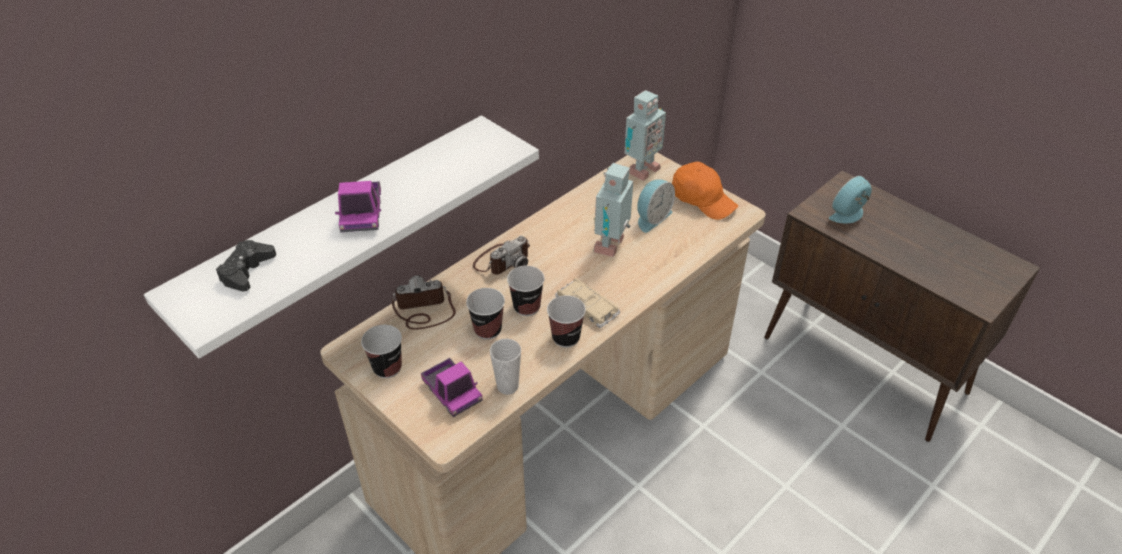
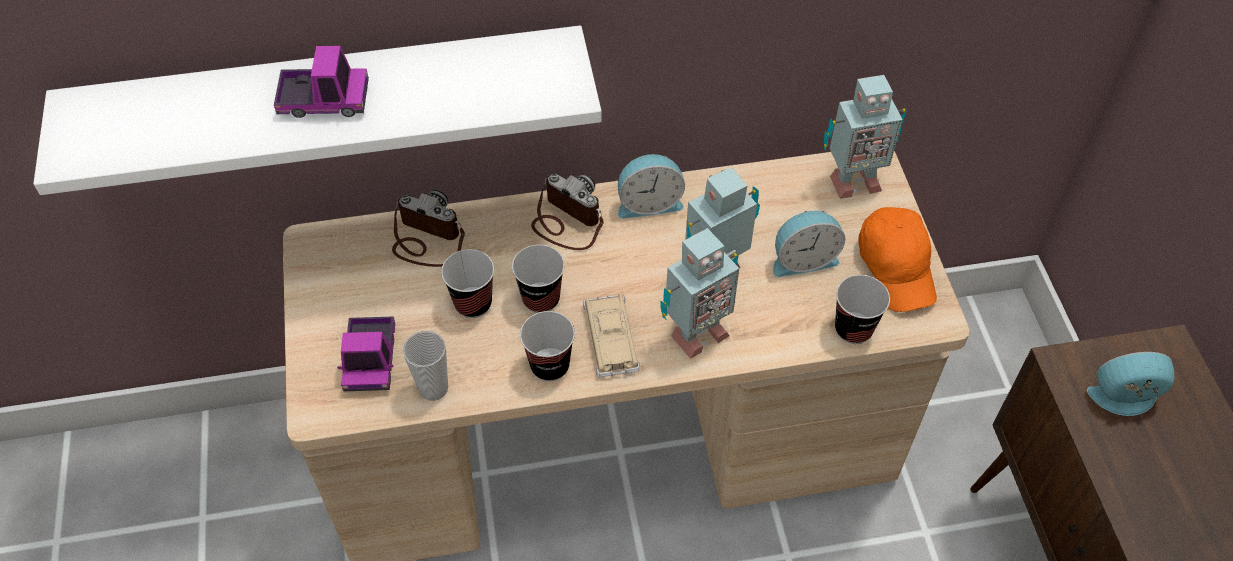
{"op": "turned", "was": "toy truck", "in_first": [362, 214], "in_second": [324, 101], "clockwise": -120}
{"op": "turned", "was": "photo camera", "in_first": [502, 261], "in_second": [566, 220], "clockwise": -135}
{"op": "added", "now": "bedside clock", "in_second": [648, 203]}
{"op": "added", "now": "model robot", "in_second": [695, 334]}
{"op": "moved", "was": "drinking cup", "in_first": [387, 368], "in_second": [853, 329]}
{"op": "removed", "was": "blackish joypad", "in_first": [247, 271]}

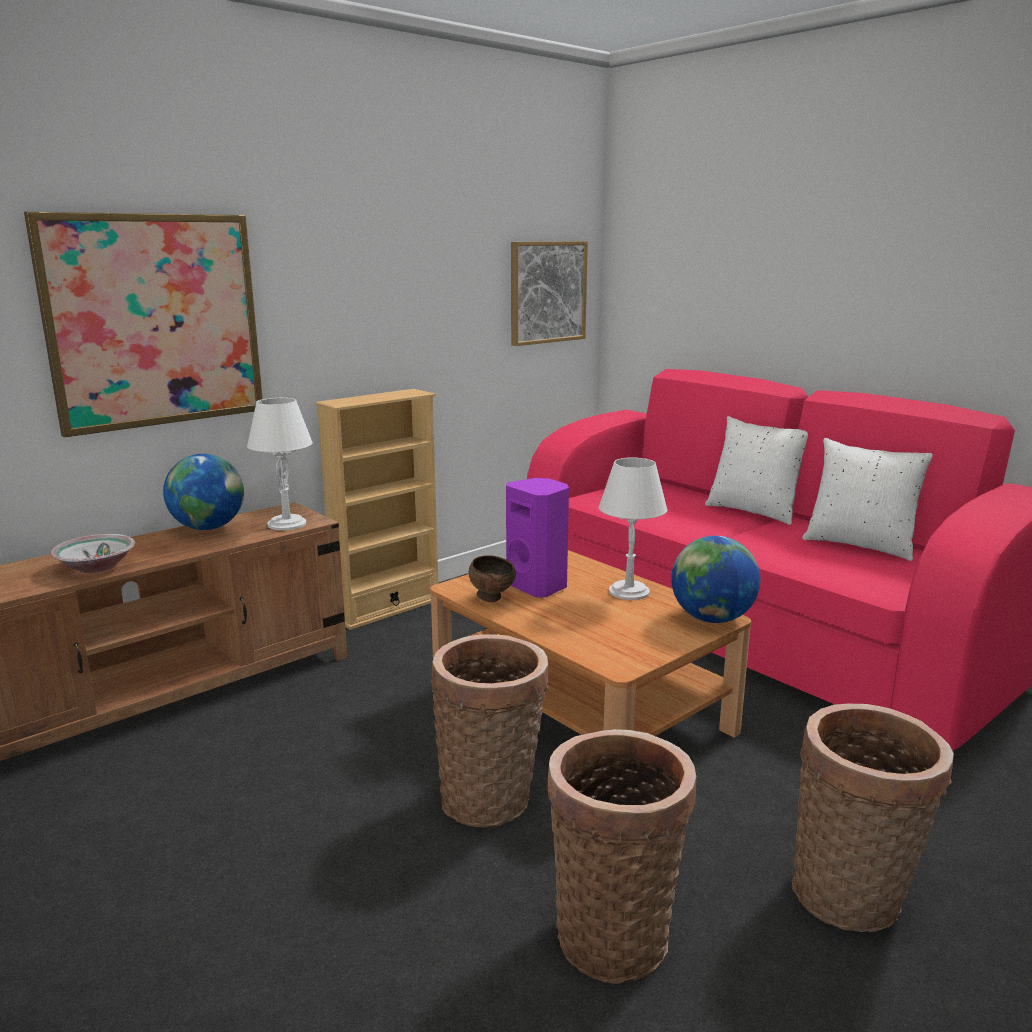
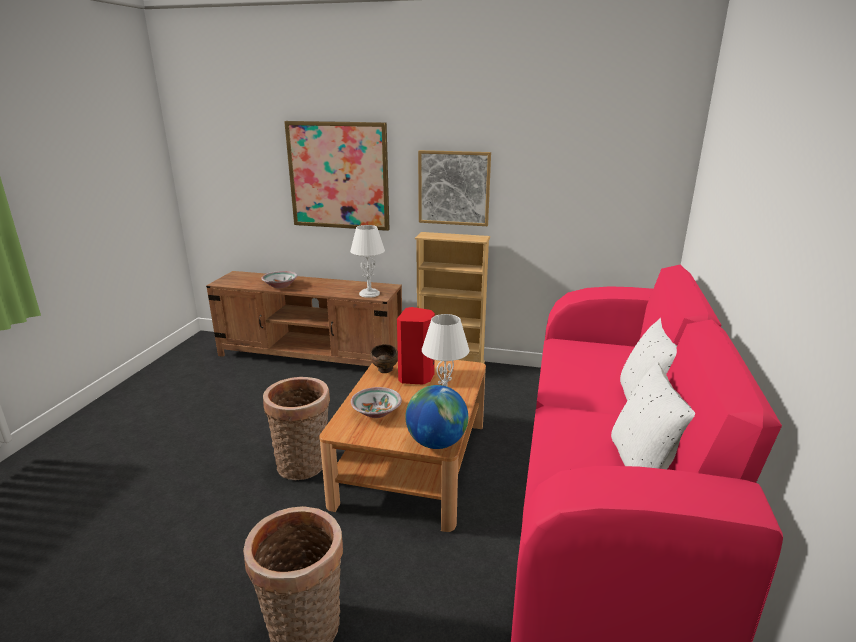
{"op": "added", "now": "deep dish", "in_second": [376, 412]}
{"op": "recoloured", "was": "purplish audio speaker", "now": "red-coloured audio speaker", "in_first": [538, 586], "in_second": [417, 377]}
{"op": "moved", "was": "wall art", "in_first": [547, 292], "in_second": [454, 188]}
{"op": "removed", "was": "globe", "in_first": [208, 528]}
{"op": "removed", "was": "household basket", "in_first": [614, 932]}

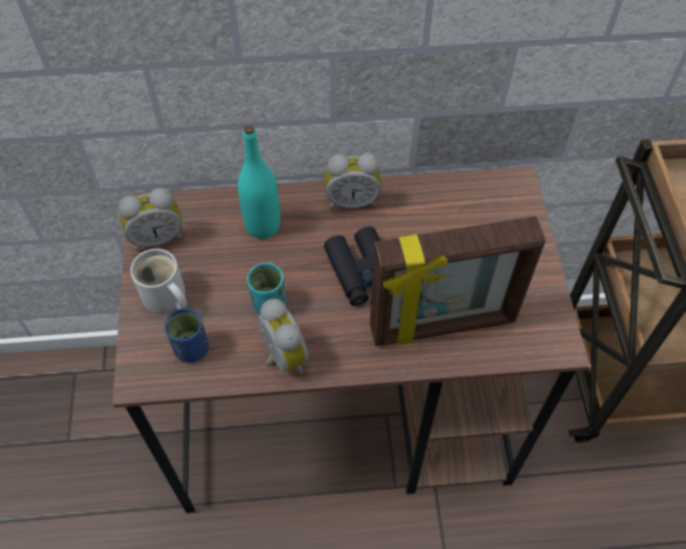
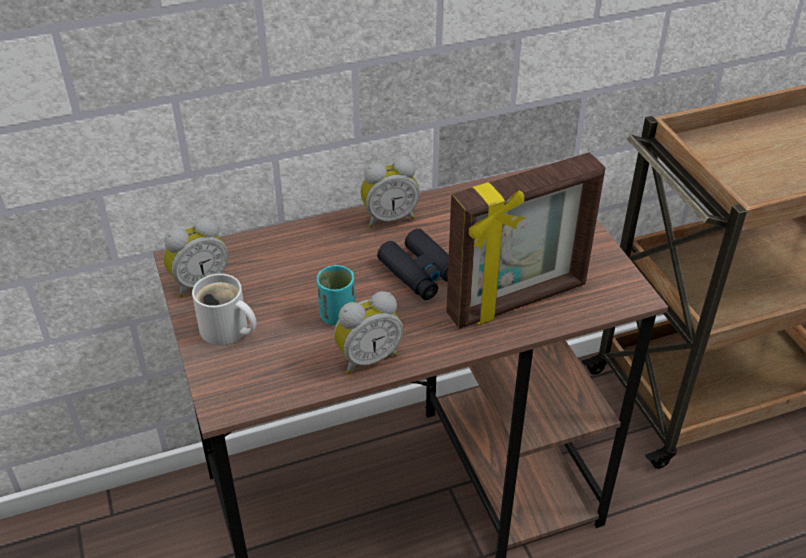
{"op": "turned", "was": "bedside clock", "in_first": [281, 358], "in_second": [367, 357], "clockwise": 105}
{"op": "removed", "was": "bluish drinking cup", "in_first": [191, 348]}
{"op": "removed", "was": "blue-green beverage bottle", "in_first": [262, 226]}

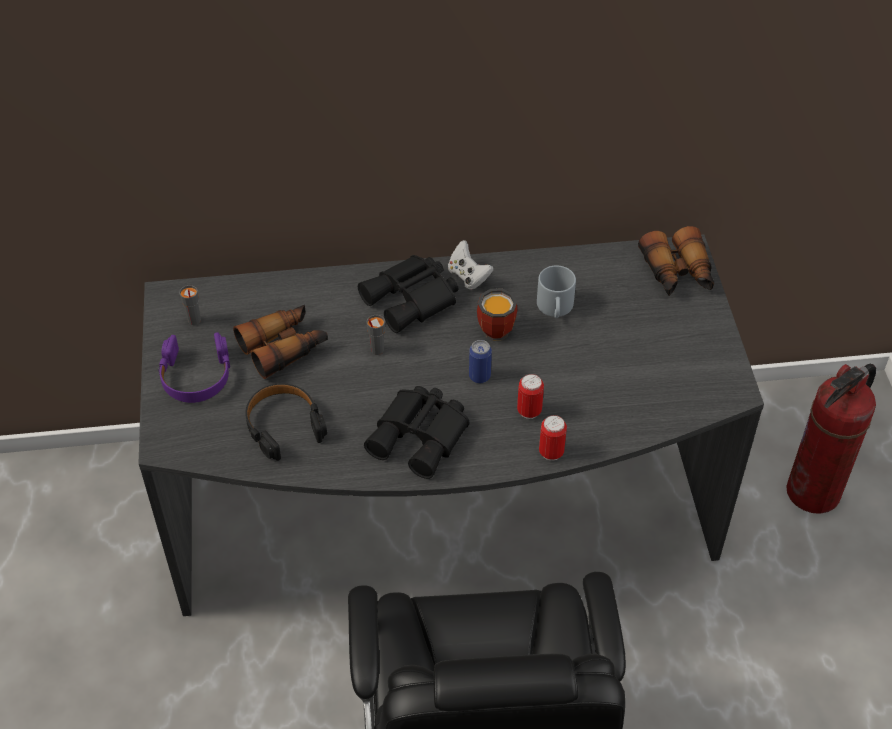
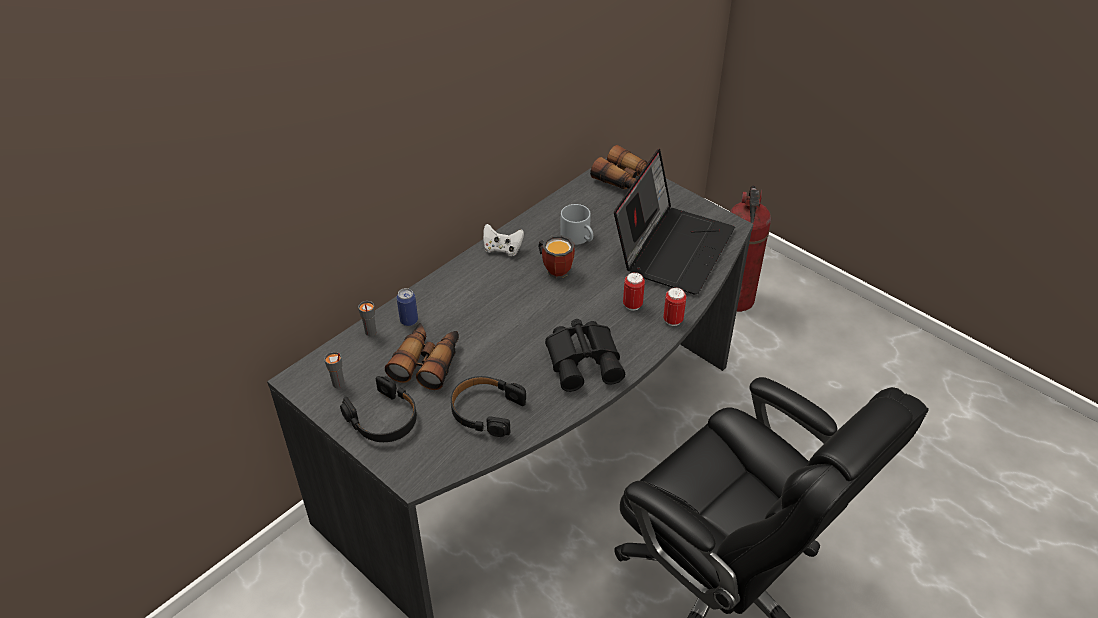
{"op": "recoloured", "was": "purplish headphones", "now": "blackish headphones", "in_first": [196, 376], "in_second": [383, 419]}
{"op": "moved", "was": "gray drinking cup", "in_first": [376, 350], "in_second": [370, 332]}
{"op": "moved", "was": "metal can", "in_first": [479, 376], "in_second": [409, 320]}
{"op": "added", "now": "laptop", "in_second": [673, 247]}
{"op": "removed", "was": "blackish binoculars", "in_first": [413, 299]}

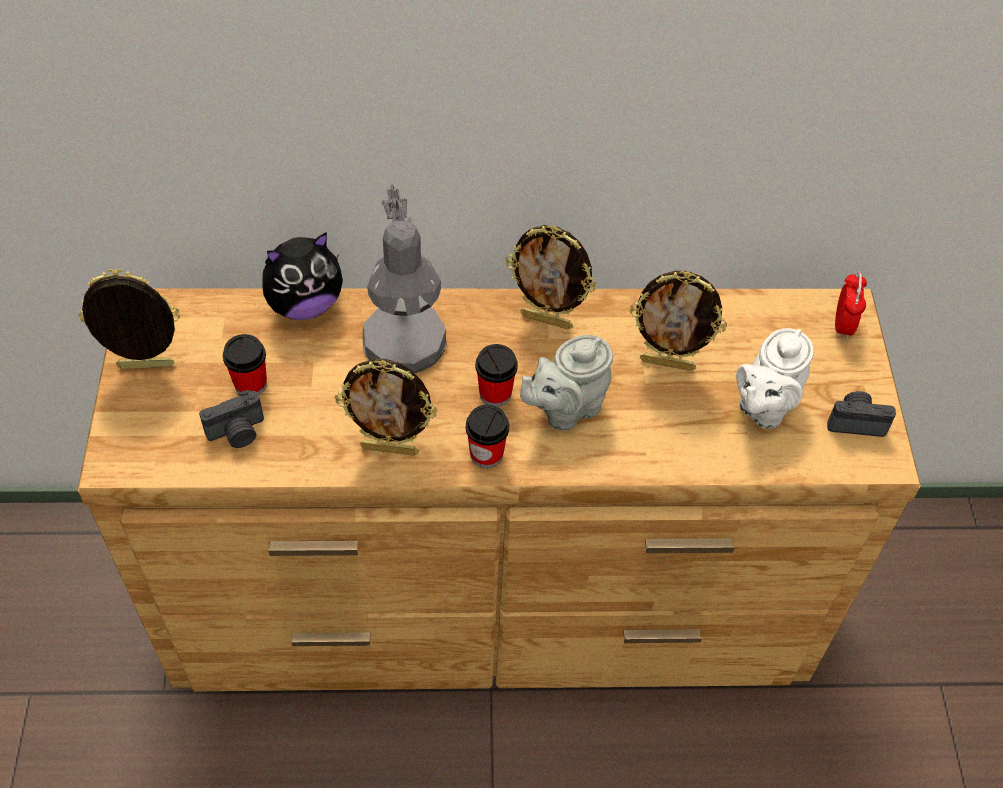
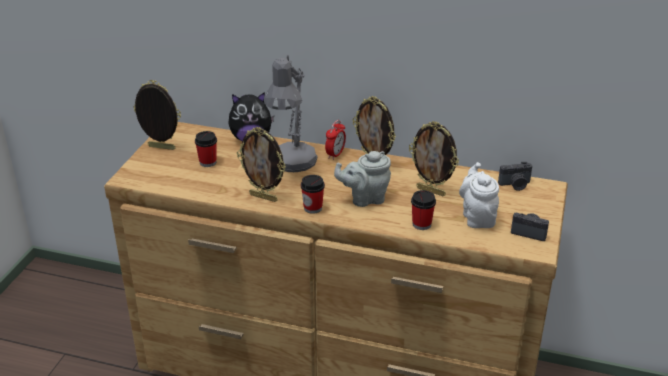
{"op": "moved", "was": "bedside clock", "in_first": [842, 325], "in_second": [335, 154]}
{"op": "moved", "was": "drinking cup", "in_first": [495, 394], "in_second": [421, 224]}
{"op": "turned", "was": "white tea pot", "in_first": [764, 407], "in_second": [477, 217], "clockwise": 120}
{"op": "moved", "was": "photo camera", "in_first": [237, 433], "in_second": [515, 185]}

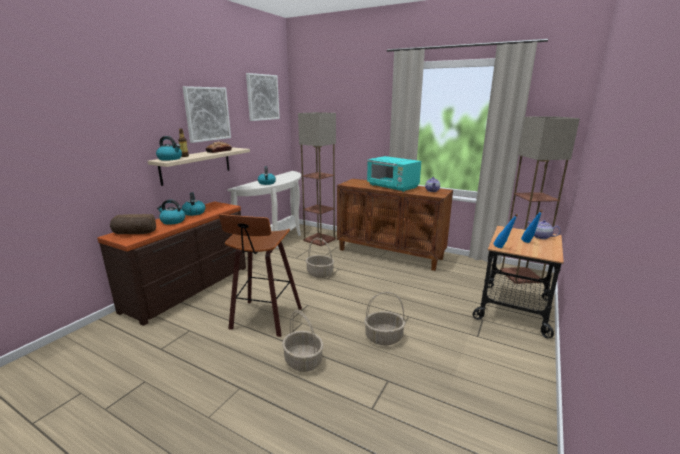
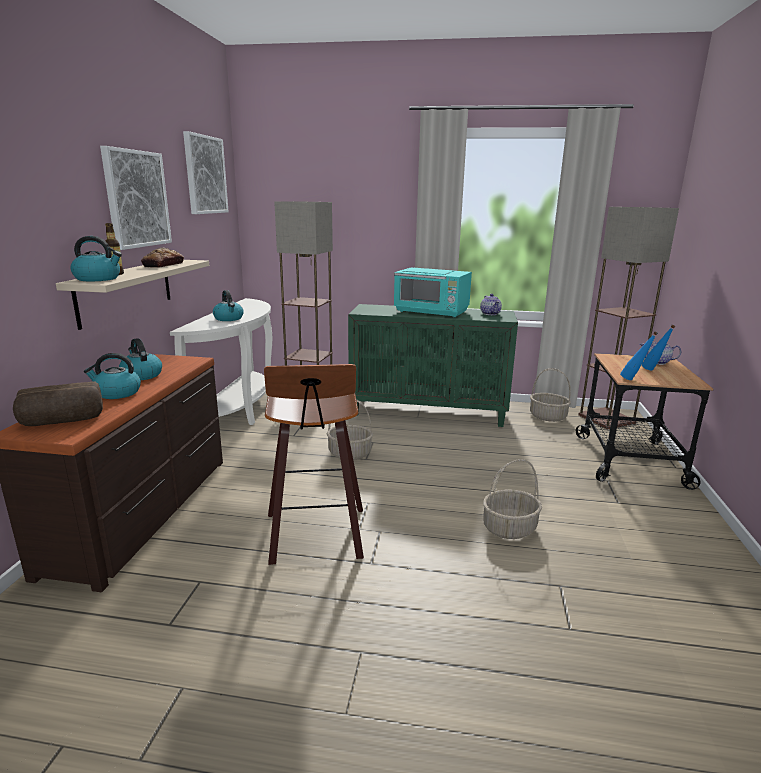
{"op": "recoloured", "was": "brown storage cabinet", "now": "green storage cabinet", "in_first": [390, 254], "in_second": [429, 412]}
{"op": "moved", "was": "household basket", "in_first": [304, 361], "in_second": [548, 416]}

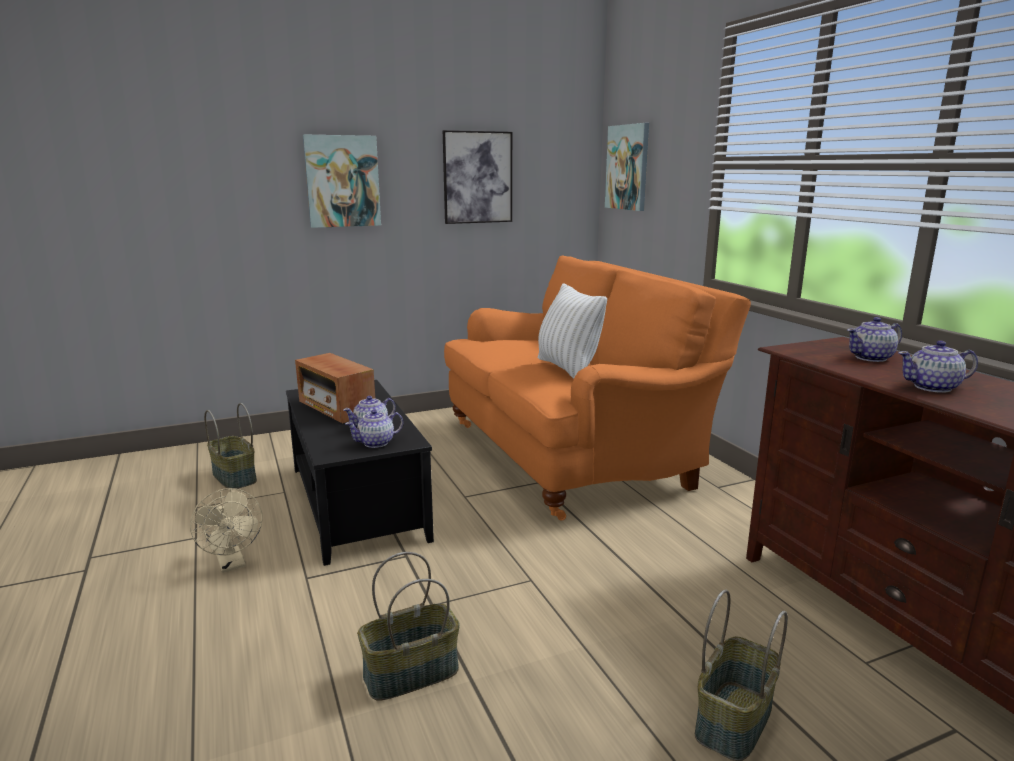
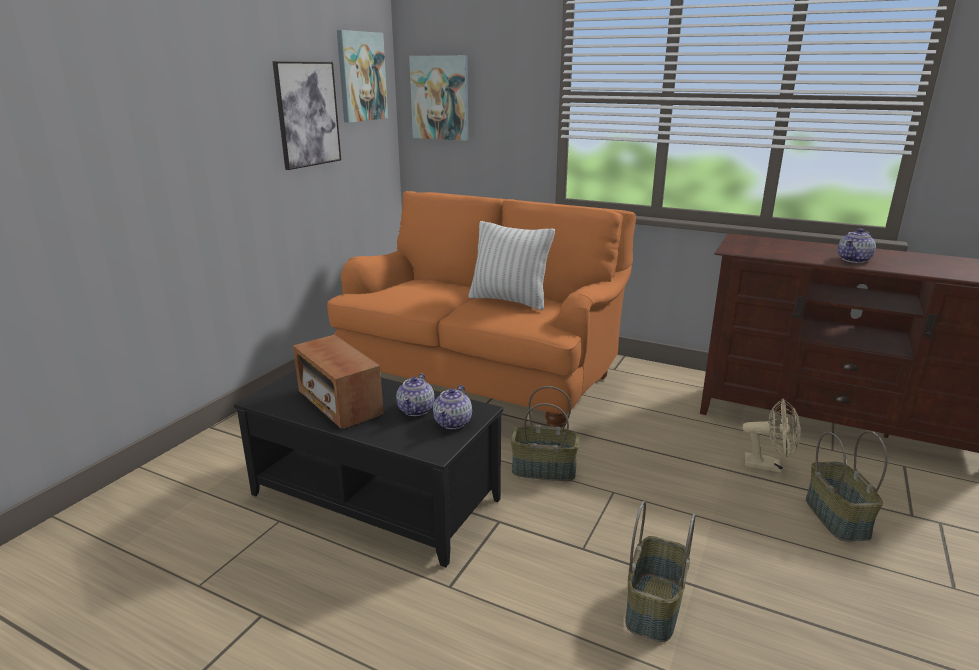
{"op": "turned", "was": "radio", "in_first": [336, 408], "in_second": [339, 404], "clockwise": 45}
{"op": "moved", "was": "wall art", "in_first": [342, 181], "in_second": [361, 77]}
{"op": "moved", "was": "household basket", "in_first": [233, 477], "in_second": [543, 470]}
{"op": "moved", "was": "beige-coloured fan", "in_first": [232, 564], "in_second": [768, 465]}
{"op": "removed", "was": "tea pot", "in_first": [871, 358]}

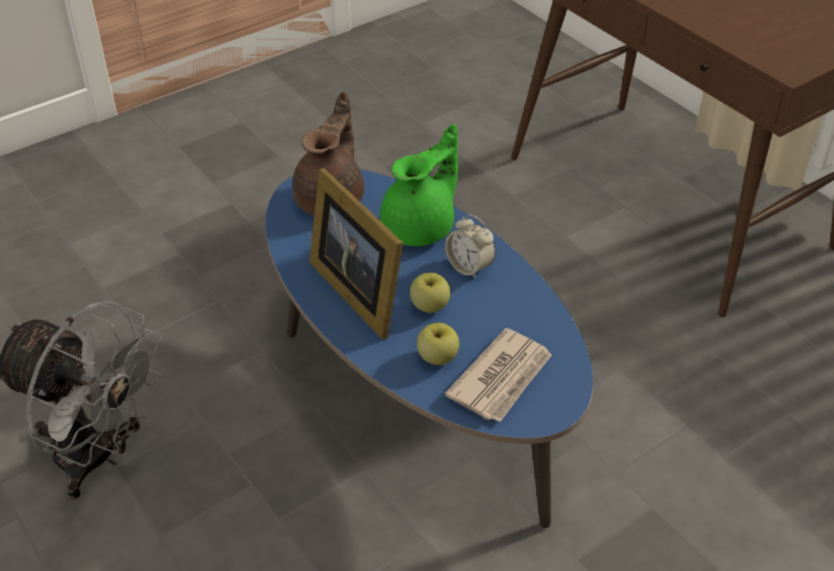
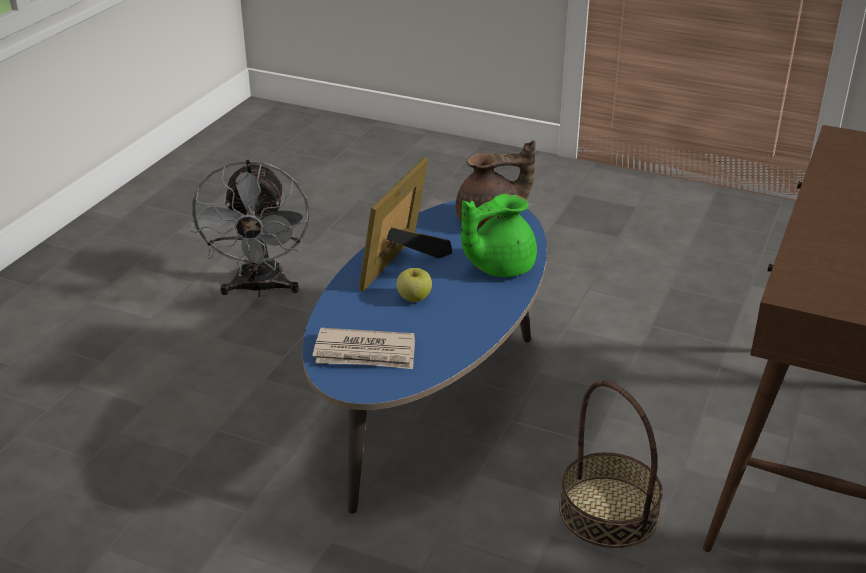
{"op": "turned", "was": "green tea pot", "in_first": [421, 228], "in_second": [498, 266], "clockwise": 135}
{"op": "added", "now": "household basket", "in_second": [609, 511]}
{"op": "removed", "was": "apple fruit", "in_first": [437, 357]}
{"op": "removed", "was": "bedside clock", "in_first": [469, 267]}

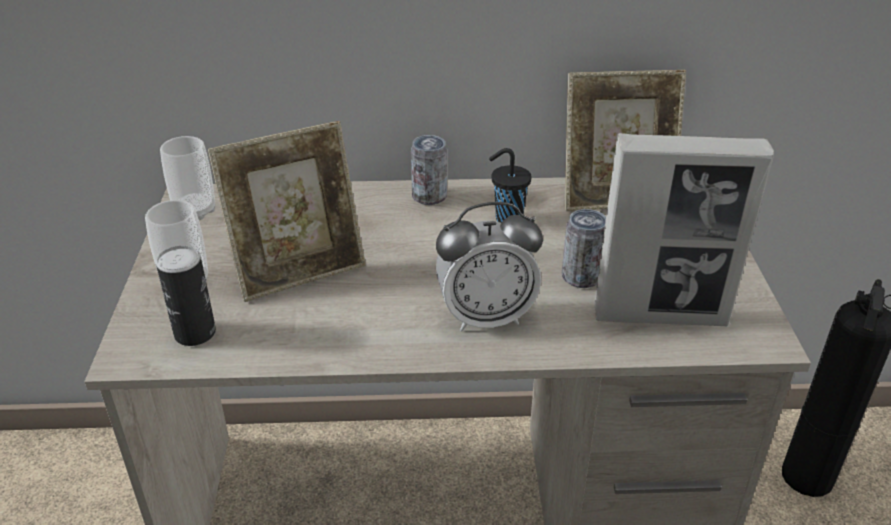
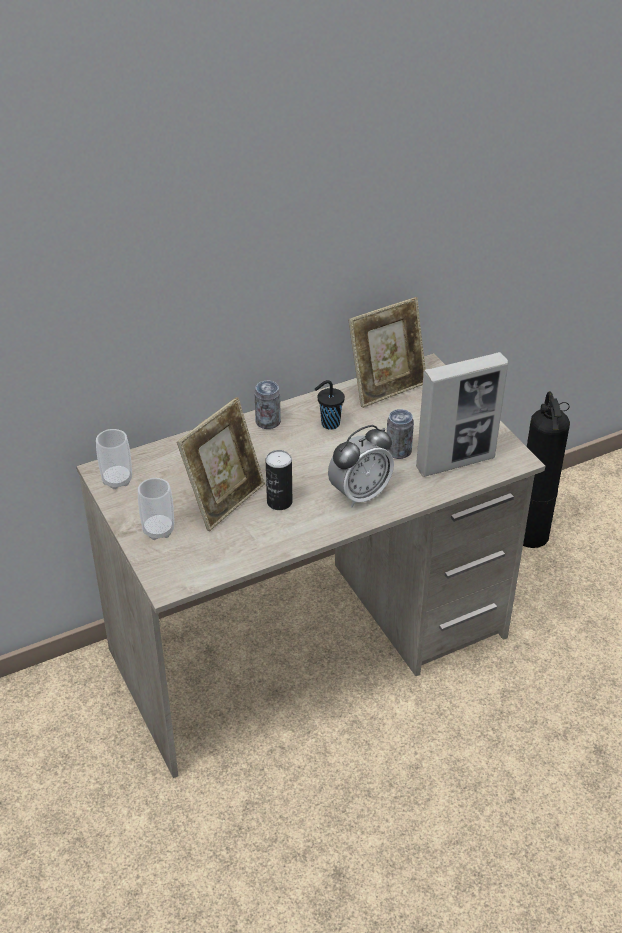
{"op": "moved", "was": "metal can", "in_first": [195, 333], "in_second": [279, 502]}

